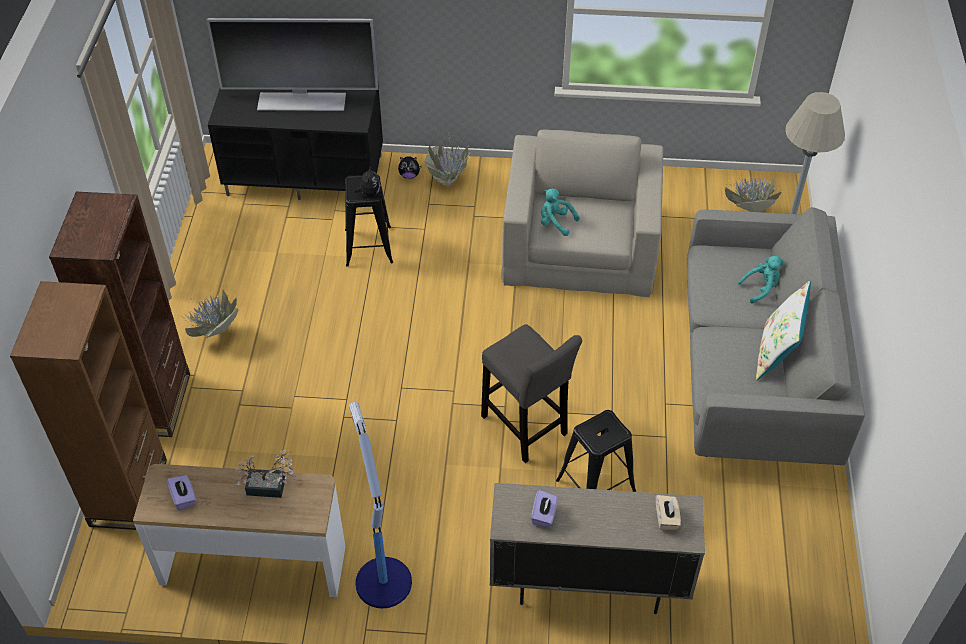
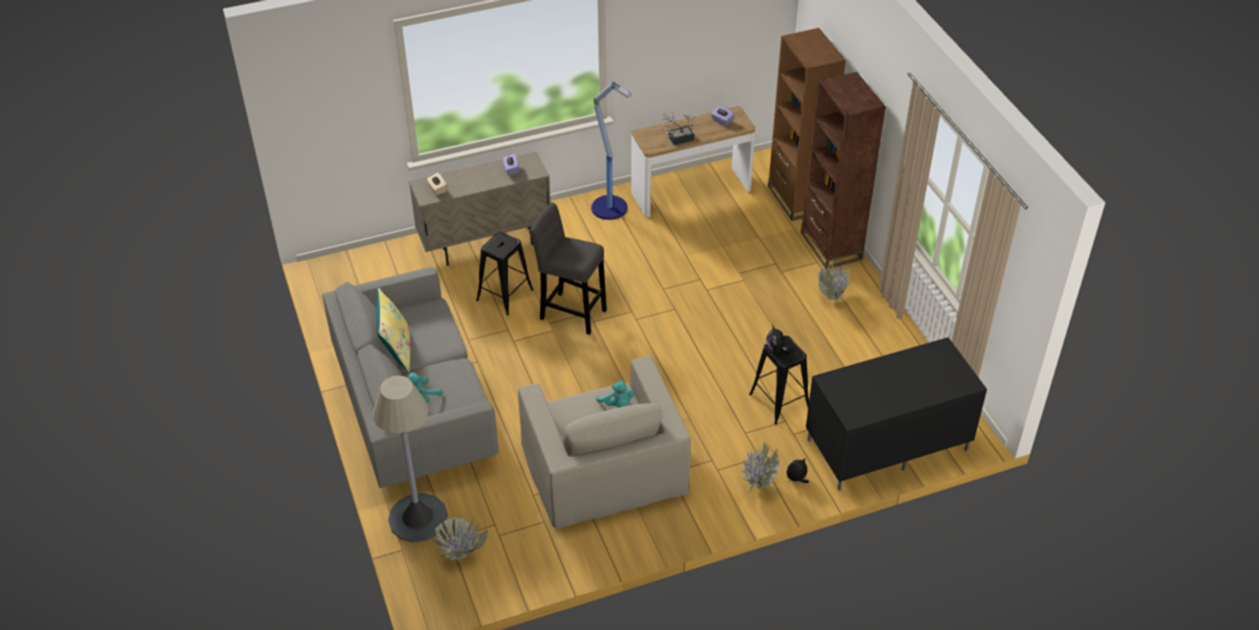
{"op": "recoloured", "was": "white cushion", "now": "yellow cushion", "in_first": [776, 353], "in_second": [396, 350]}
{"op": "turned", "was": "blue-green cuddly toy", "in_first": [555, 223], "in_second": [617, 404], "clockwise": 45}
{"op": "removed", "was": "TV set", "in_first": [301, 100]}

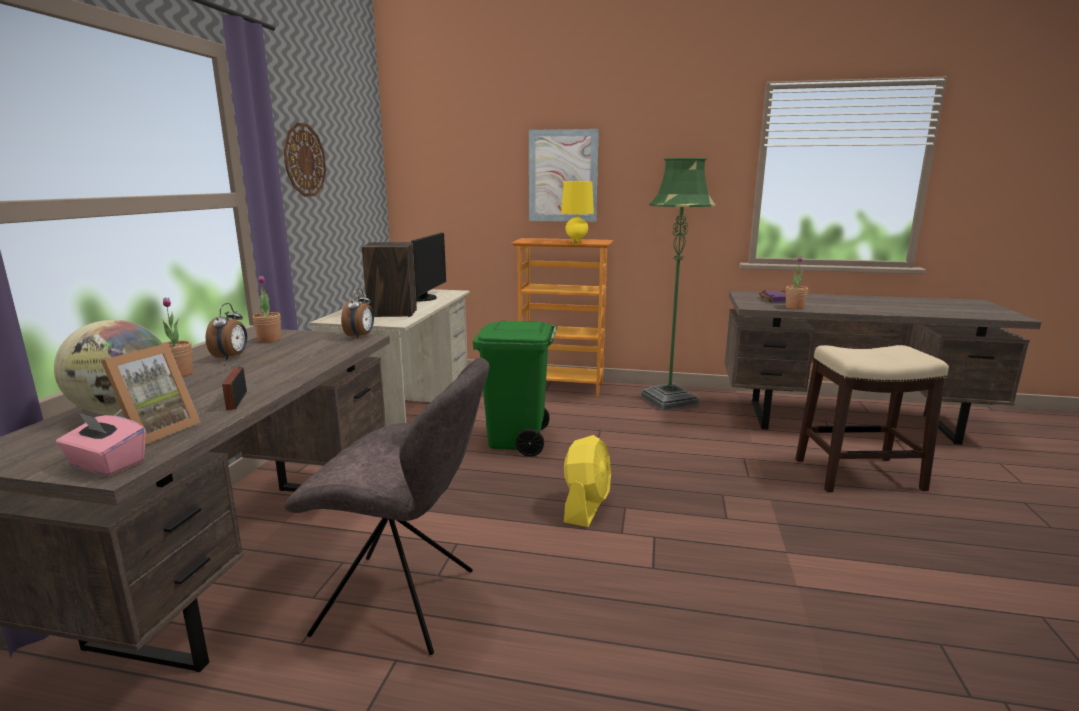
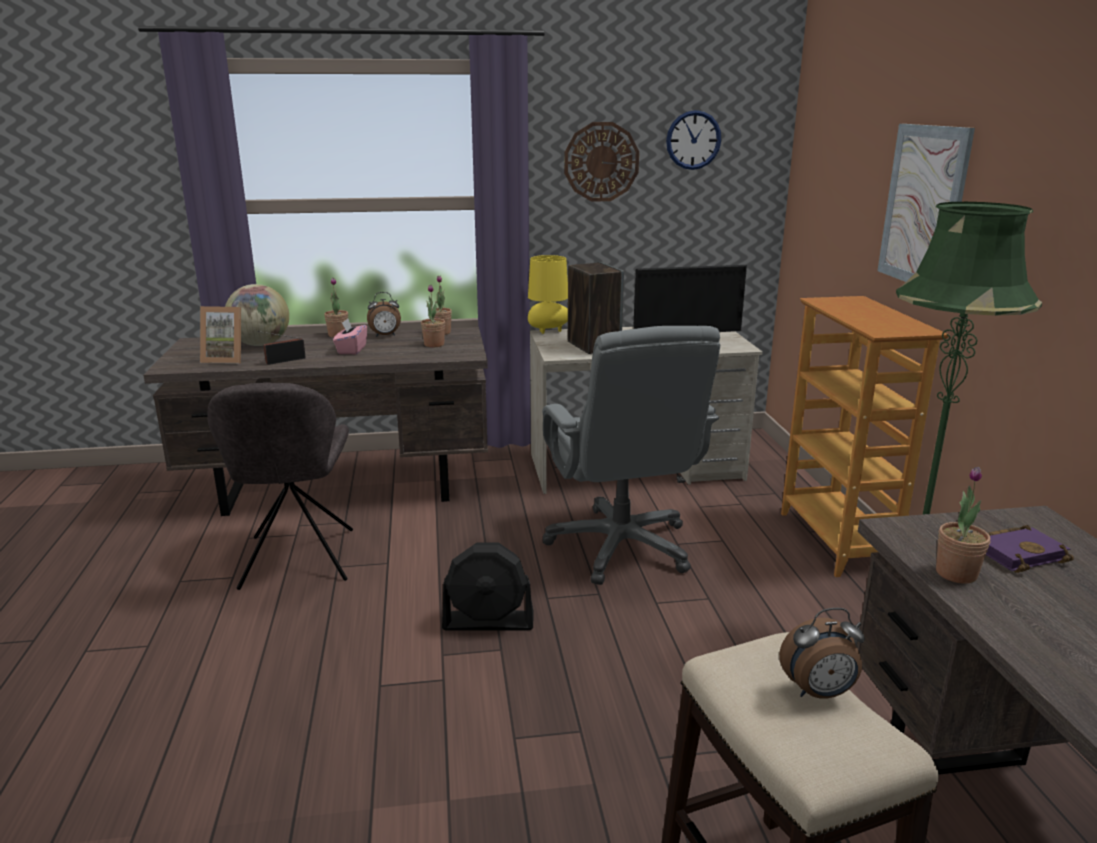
{"op": "moved", "was": "pink-coloured box of tissues", "in_first": [106, 465], "in_second": [351, 350]}
{"op": "added", "now": "houseplant", "in_second": [434, 344]}
{"op": "recoloured", "was": "yellow fan", "now": "blackish fan", "in_first": [586, 506], "in_second": [489, 621]}
{"op": "moved", "was": "yellow table lamp", "in_first": [577, 242], "in_second": [548, 332]}
{"op": "replaced", "was": "green trash can", "now": "gray office chair", "in_first": [517, 441], "in_second": [621, 546]}
{"op": "added", "now": "hanging clock", "in_second": [693, 140]}
{"op": "moved", "was": "bedside clock", "in_first": [360, 336], "in_second": [819, 693]}

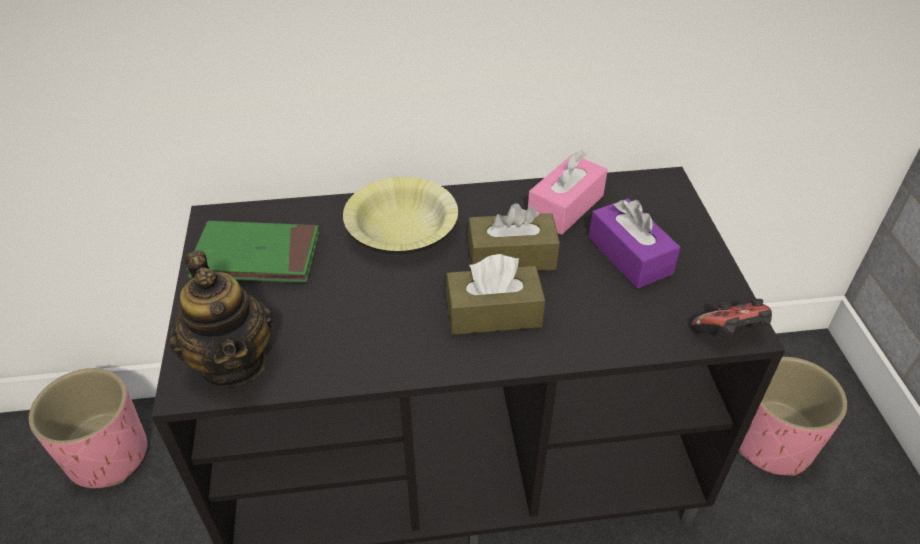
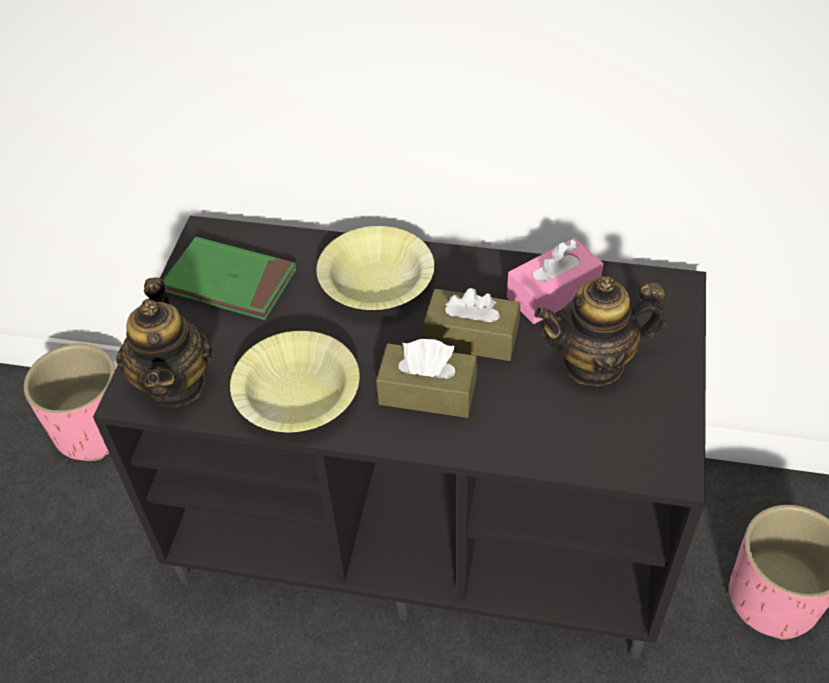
{"op": "added", "now": "yellow deep dish", "in_second": [297, 394]}
{"op": "replaced", "was": "purplish box of tissues", "now": "tea pot", "in_first": [629, 255], "in_second": [594, 363]}
{"op": "removed", "was": "joypad", "in_first": [729, 334]}

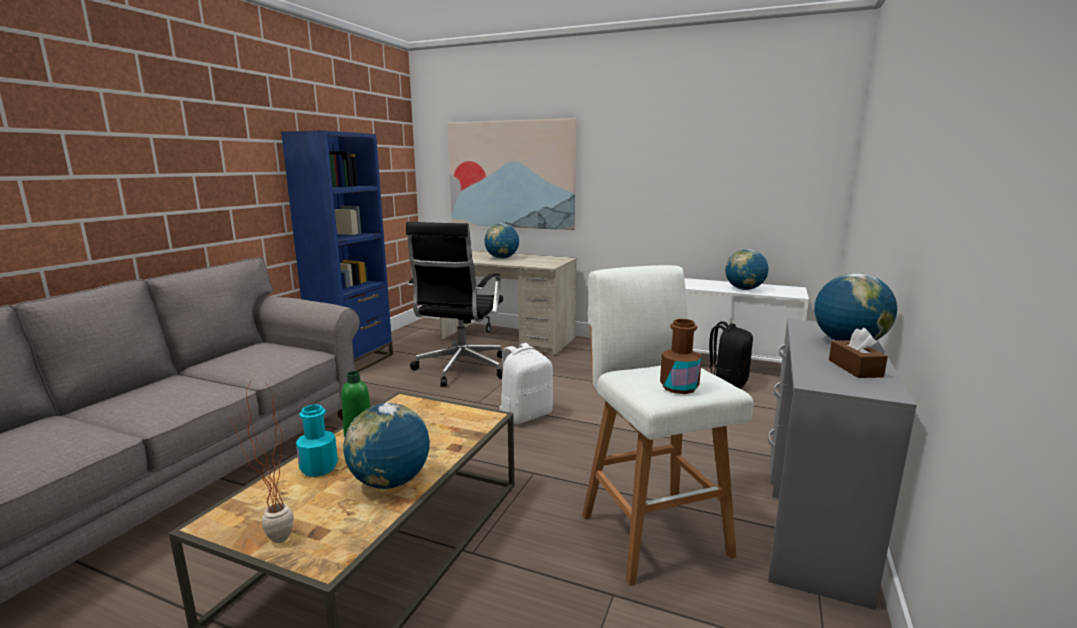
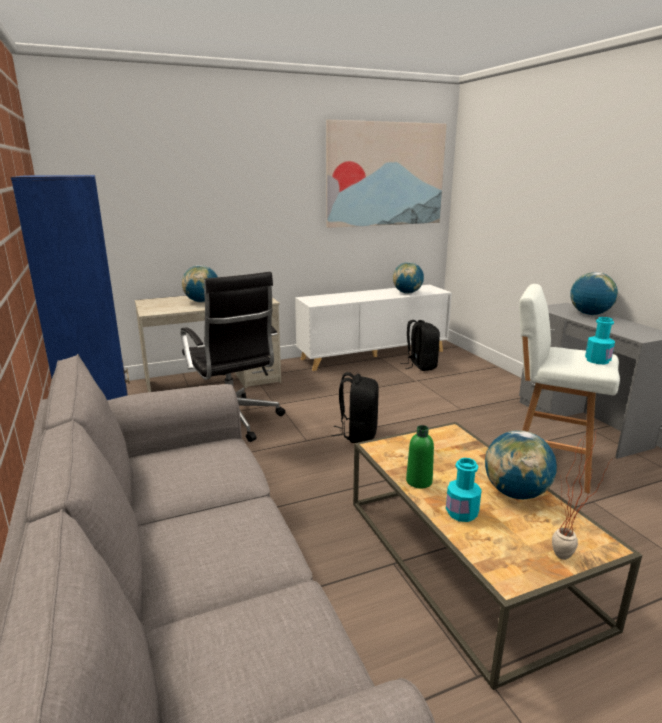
{"op": "moved", "was": "wall art", "in_first": [511, 175], "in_second": [385, 175]}
{"op": "recoloured", "was": "white rucksack", "now": "blackish rucksack", "in_first": [525, 415], "in_second": [357, 434]}
{"op": "recoloured", "was": "brown beverage bottle", "now": "blue-green beverage bottle", "in_first": [679, 387], "in_second": [597, 360]}
{"op": "removed", "was": "brown box of tissues", "in_first": [855, 368]}

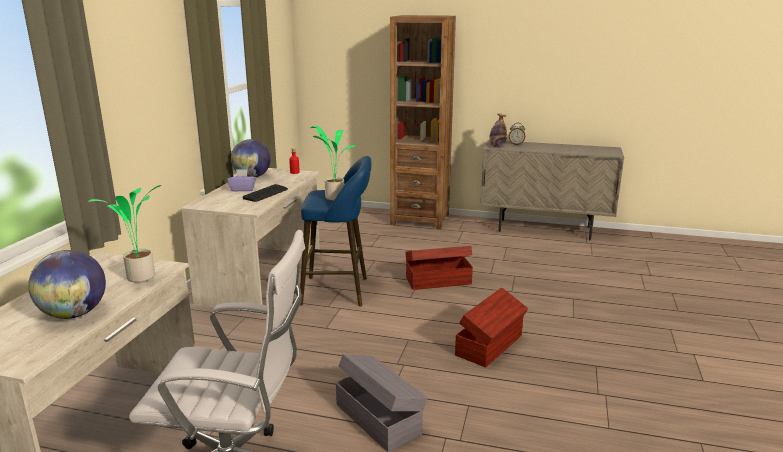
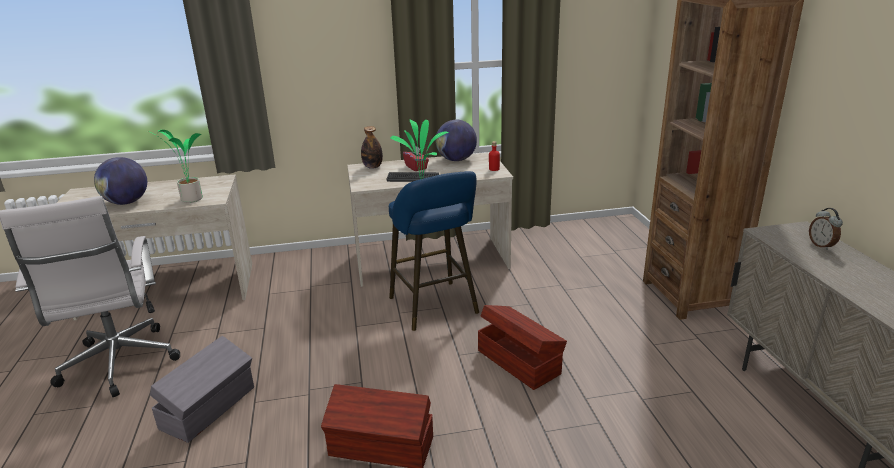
{"op": "moved", "was": "beverage bottle", "in_first": [497, 146], "in_second": [372, 167]}
{"op": "recoloured", "was": "purplish box of tissues", "now": "red-coloured box of tissues", "in_first": [242, 189], "in_second": [416, 167]}

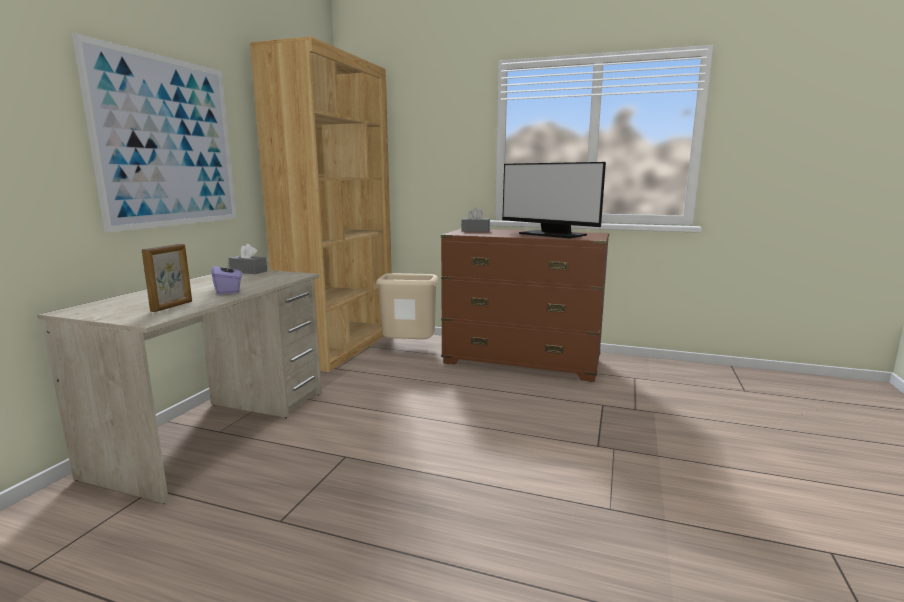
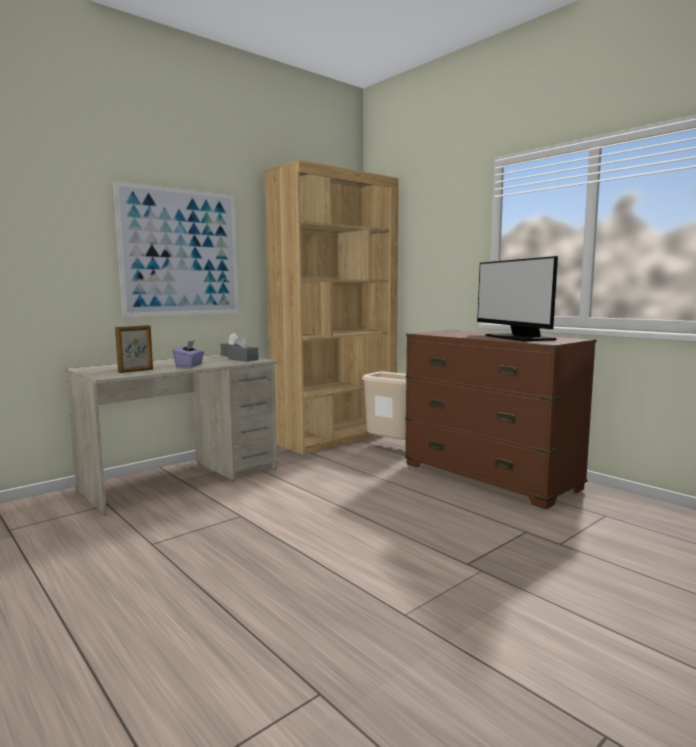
{"op": "moved", "was": "gray box of tissues", "in_first": [475, 230], "in_second": [243, 359]}

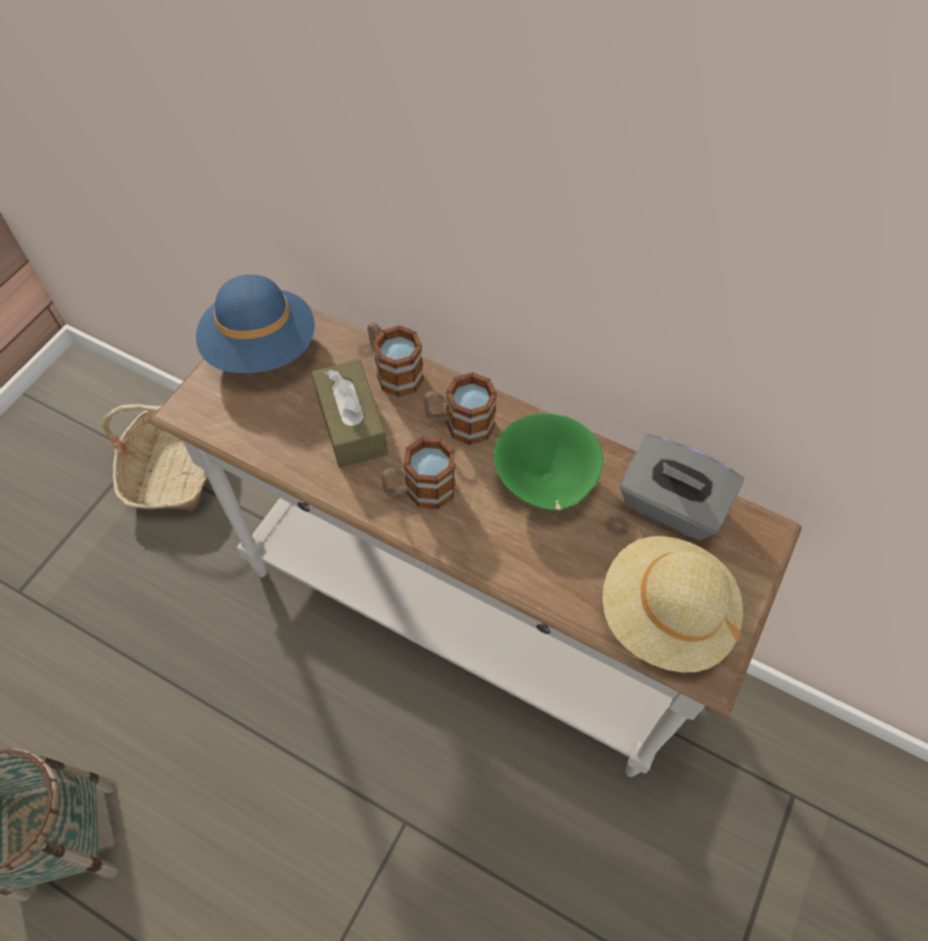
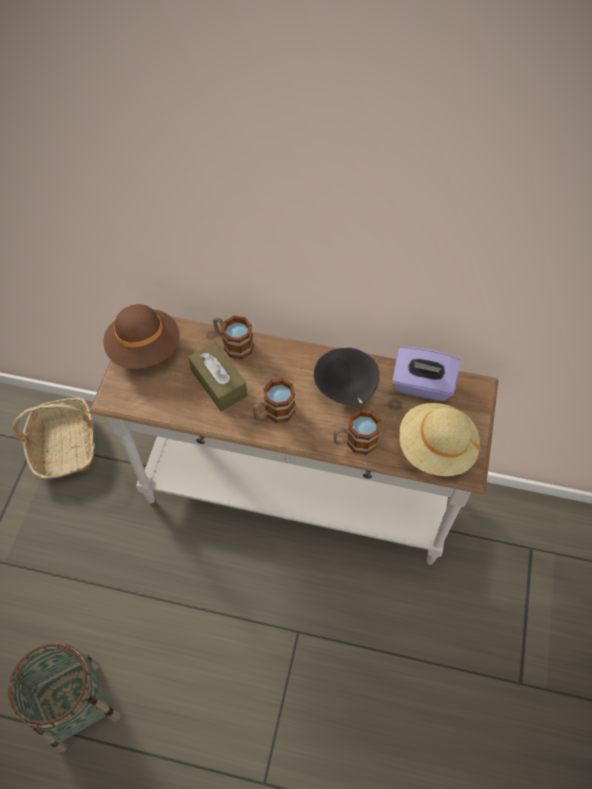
{"op": "recoloured", "was": "bluish hat", "now": "brown hat", "in_first": [262, 348], "in_second": [145, 349]}
{"op": "recoloured", "was": "green deep dish", "now": "blackish deep dish", "in_first": [545, 481], "in_second": [345, 389]}
{"op": "moved", "was": "tea mug", "in_first": [459, 424], "in_second": [355, 442]}
{"op": "recoloured", "was": "gray box of tissues", "now": "purplish box of tissues", "in_first": [670, 506], "in_second": [422, 385]}

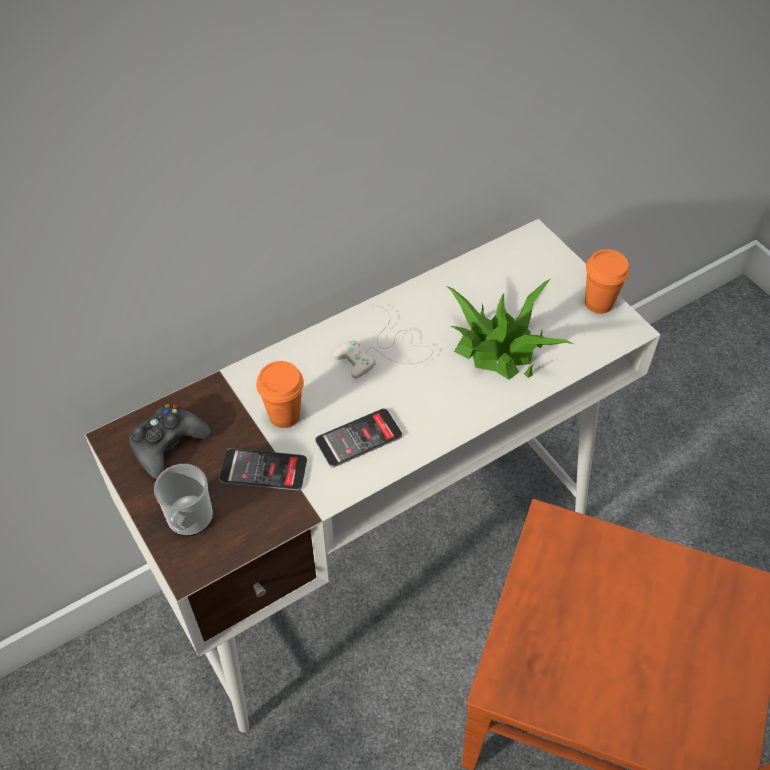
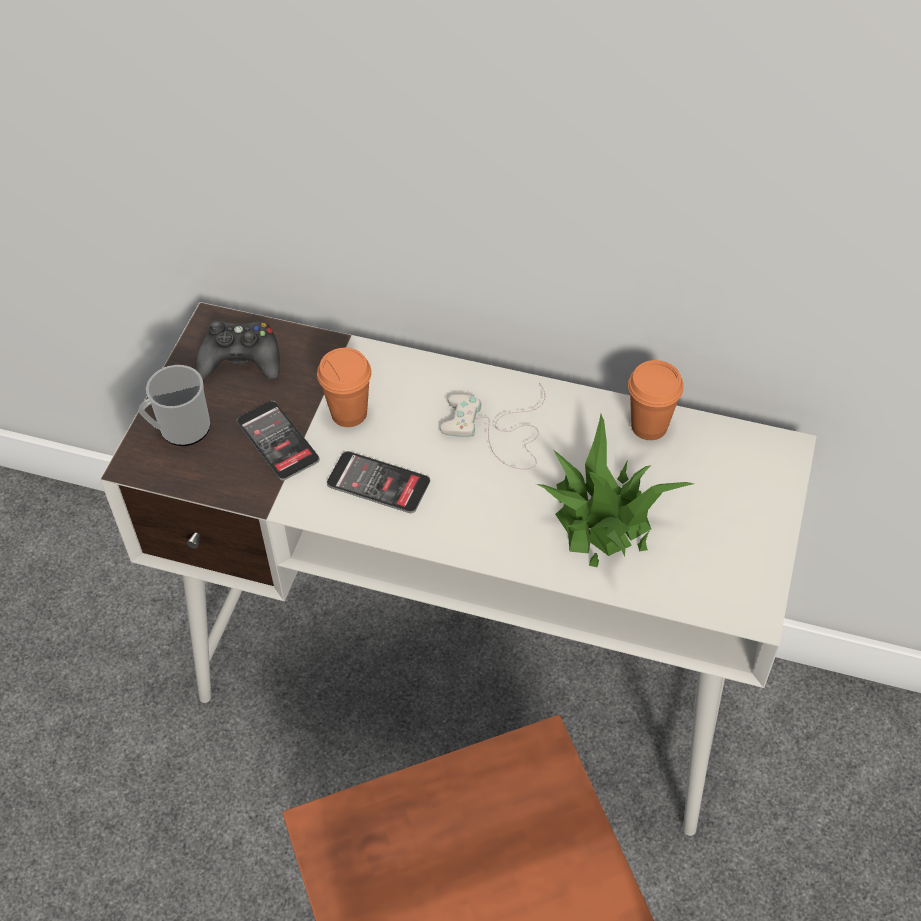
{"op": "moved", "was": "orangey drinking cup", "in_first": [598, 303], "in_second": [649, 426]}

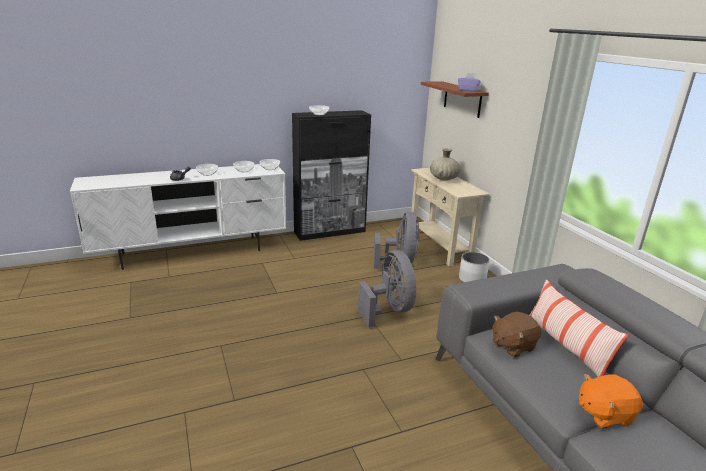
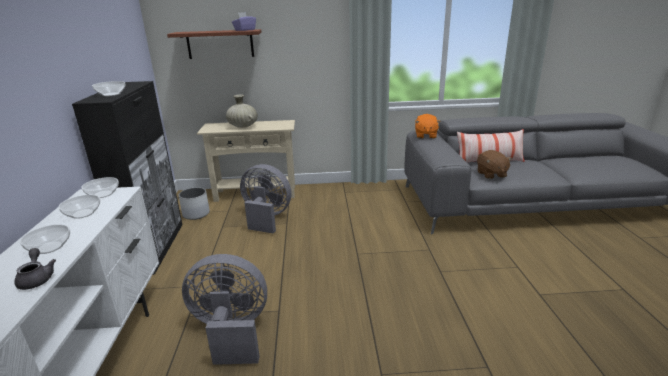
{"op": "moved", "was": "white planter", "in_first": [472, 279], "in_second": [196, 214]}
{"op": "moved", "was": "gray fan", "in_first": [389, 310], "in_second": [231, 332]}
{"op": "moved", "was": "orangey cuddly toy", "in_first": [603, 414], "in_second": [425, 135]}

